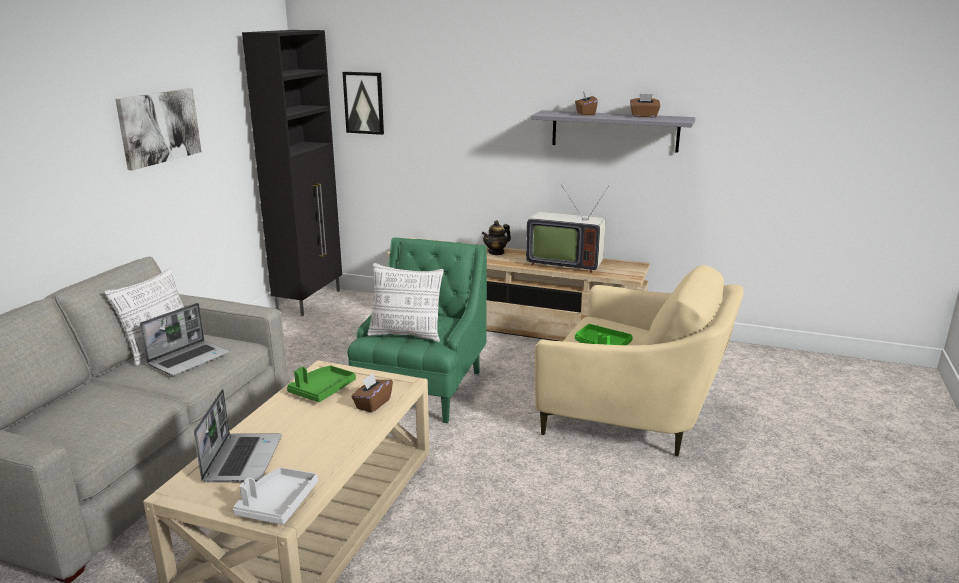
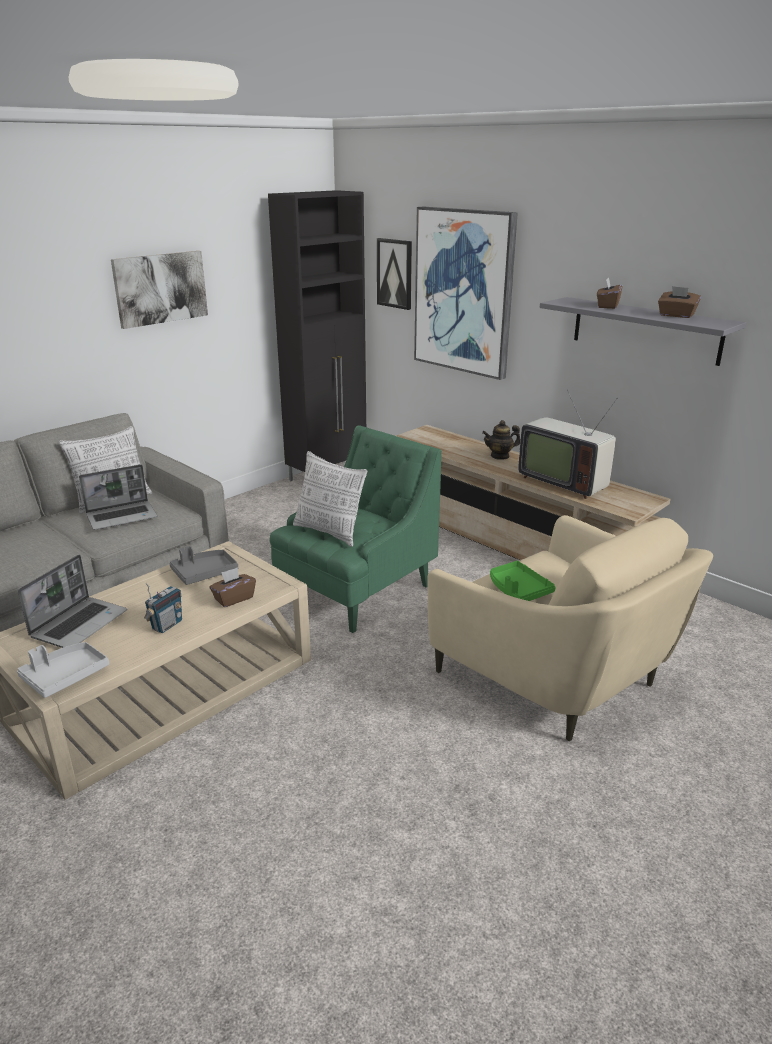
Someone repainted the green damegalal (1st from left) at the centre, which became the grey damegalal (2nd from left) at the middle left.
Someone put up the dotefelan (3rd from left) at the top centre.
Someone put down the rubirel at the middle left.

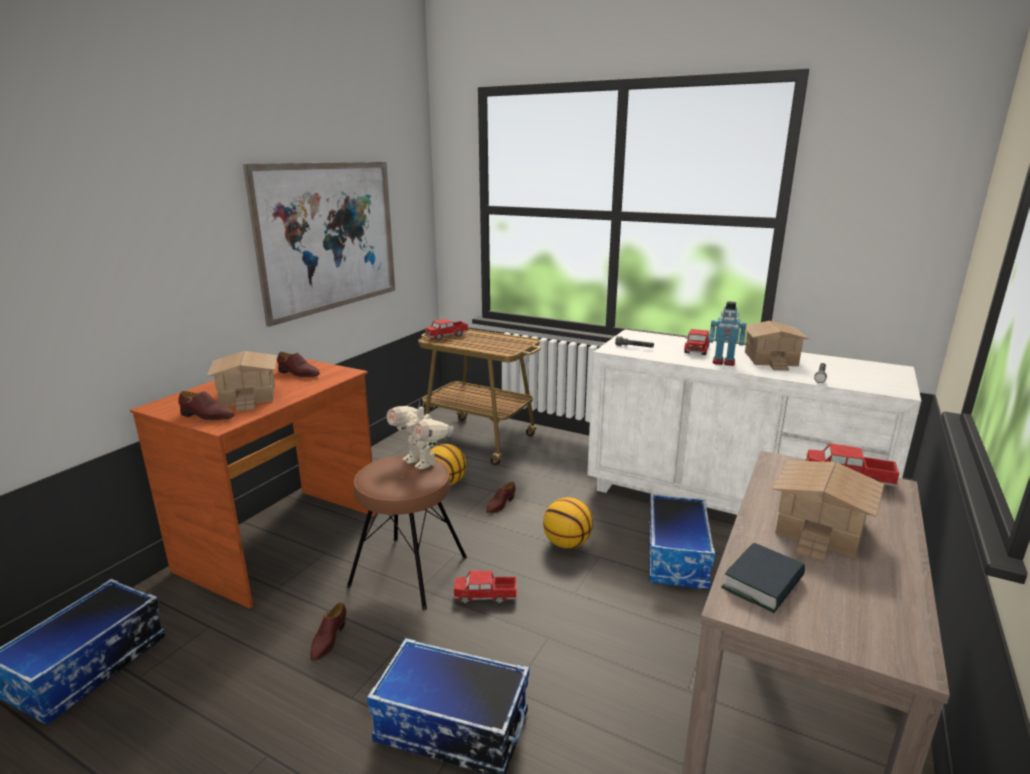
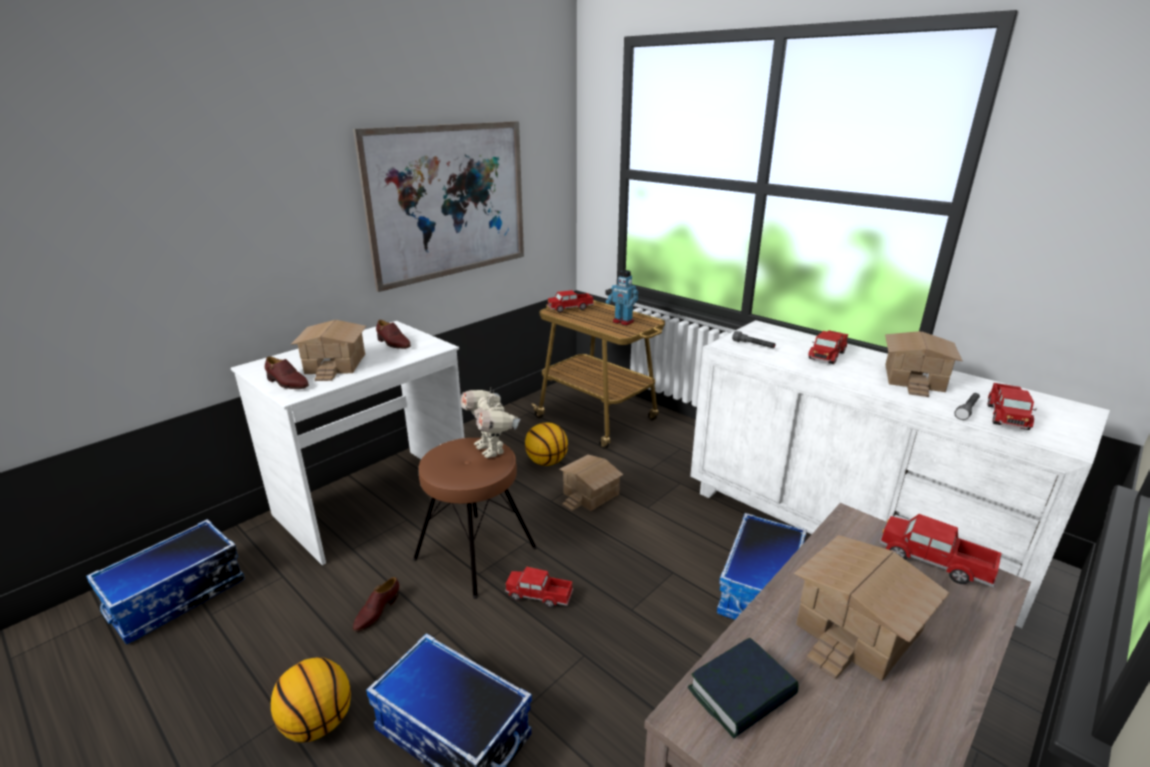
Someone carried the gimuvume (2nd from left) from the middle right to the centre.
Someone repainted the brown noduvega at the middle left, which became the white noduvega at the middle left.
Someone swapped the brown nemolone (4th from left) at the centre for the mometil (2nd from left) at the centre.
Someone carried the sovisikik (2nd from left in the first image) from the bottom centre to the bottom left.
Someone put down the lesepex (5th from left) at the middle right.

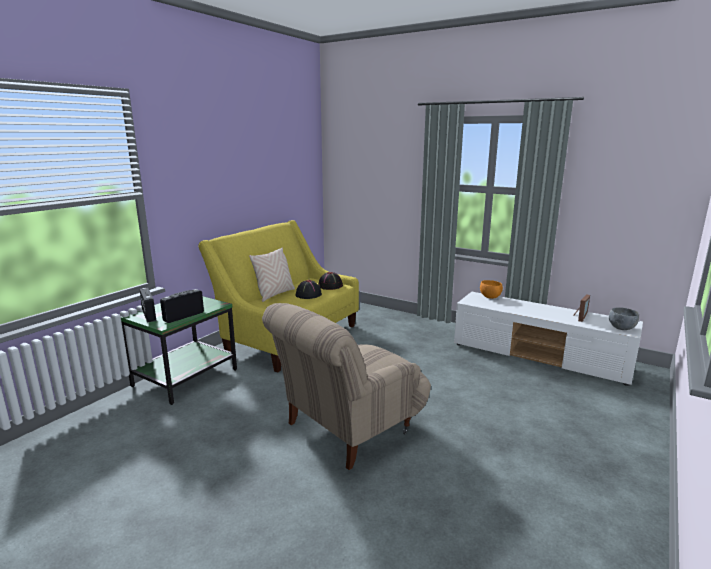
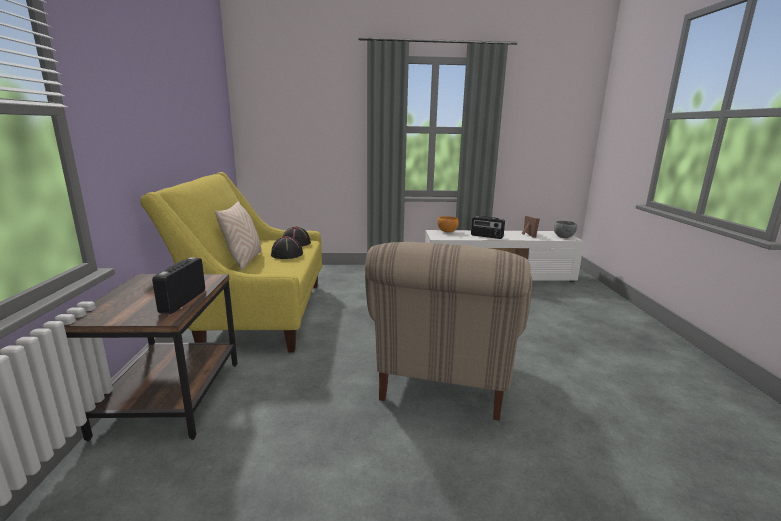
Someone carried the rubirel (1st from left in the first image) from the middle left to the centre.
Someone repainted the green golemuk at the middle left, which became the brown golemuk at the bottom left.

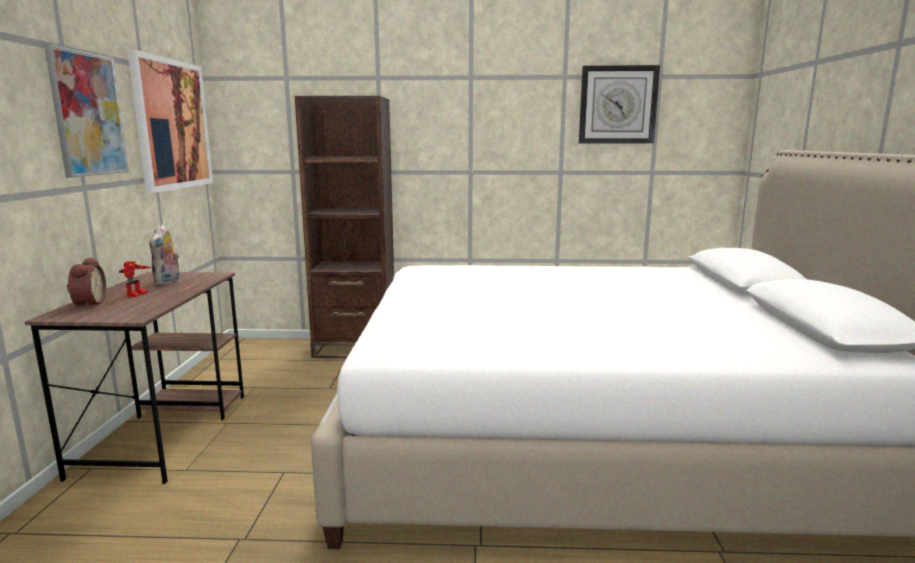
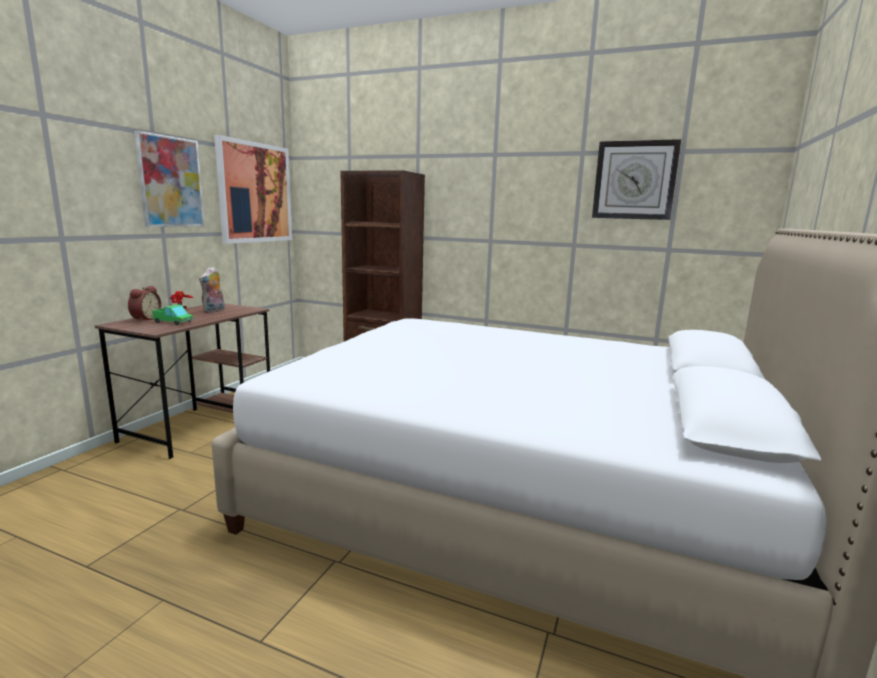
Someone put down the lesepex at the middle left.

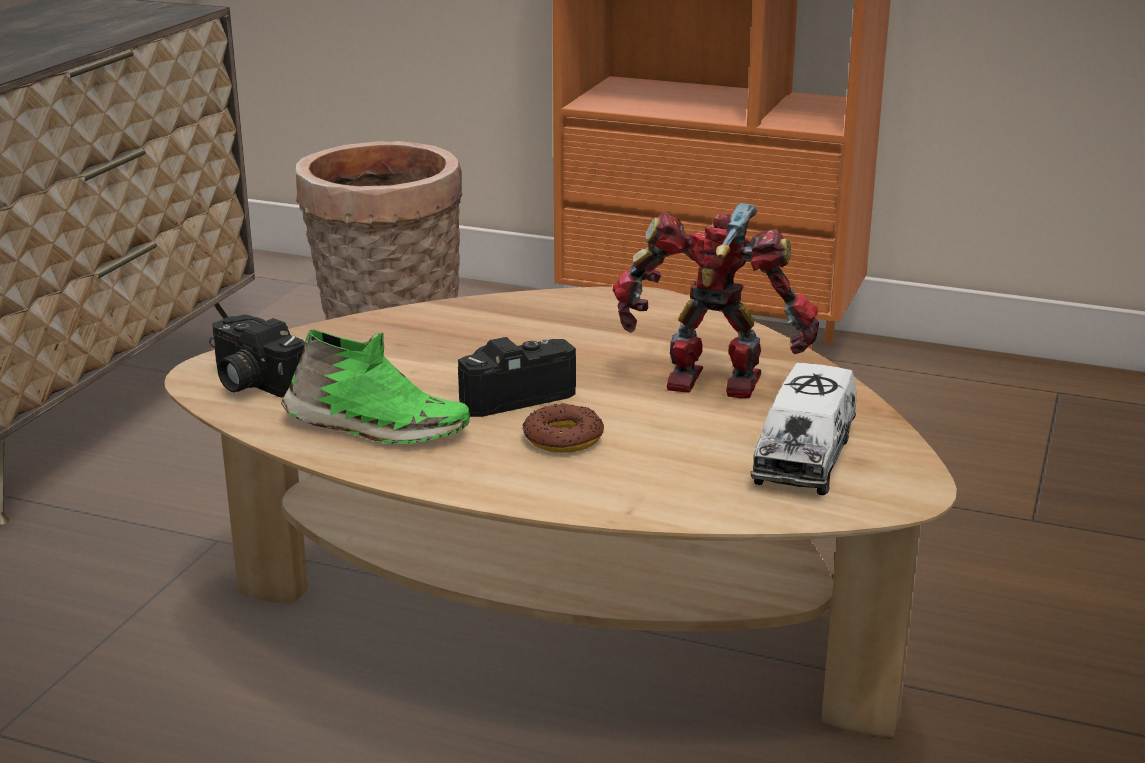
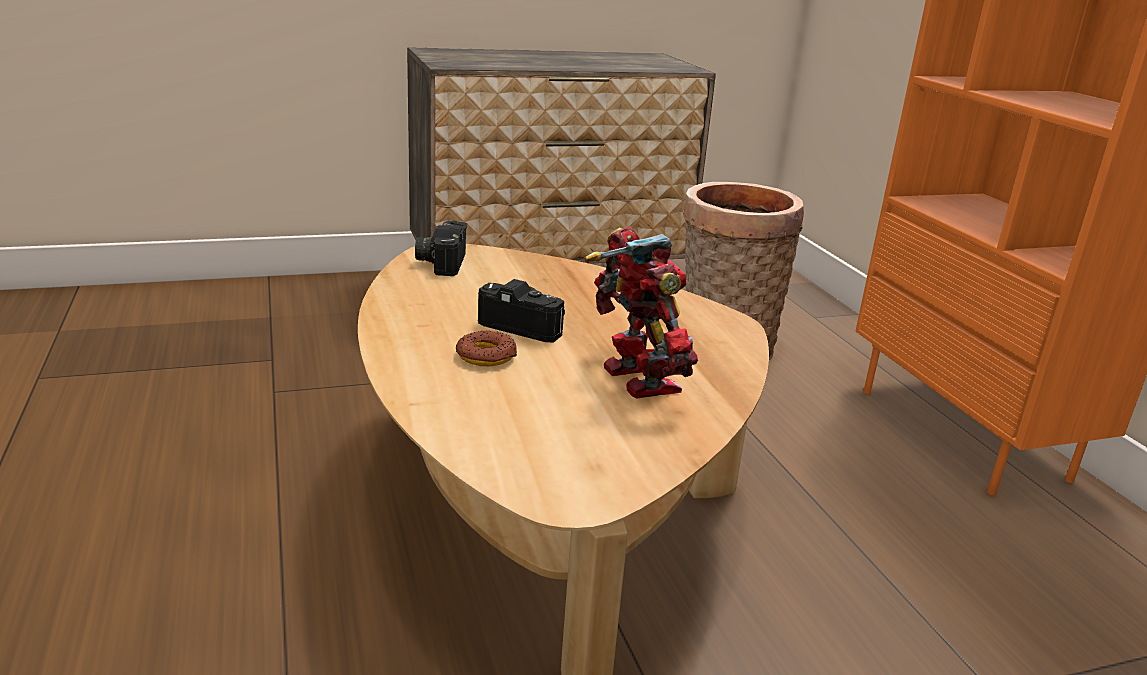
Someone took away the green nemolone at the middle left.
Someone took away the lesepex at the middle right.

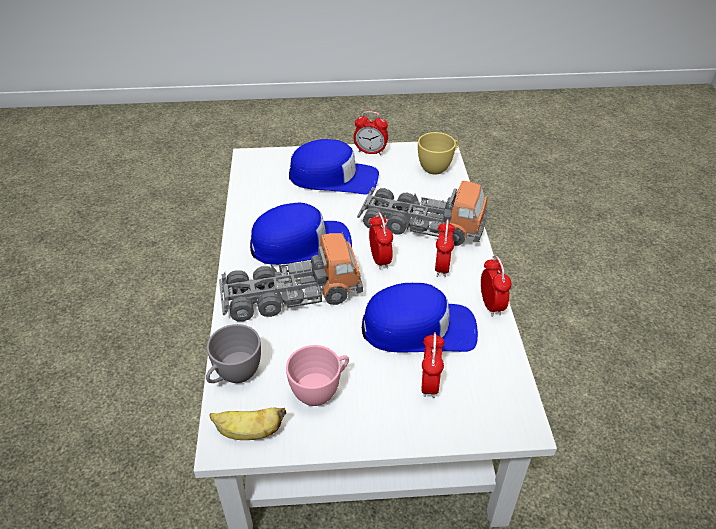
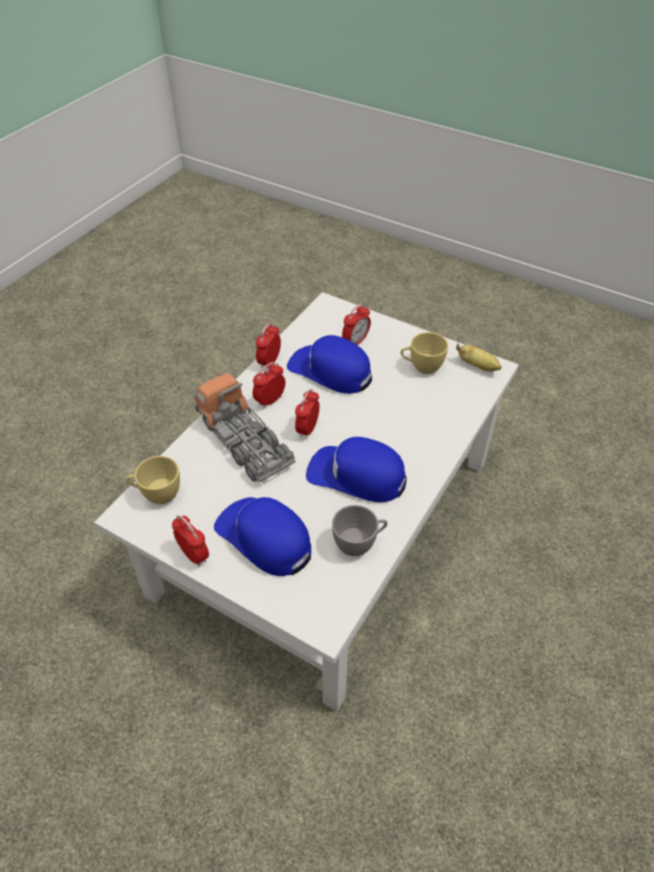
Someone took away the lesepex (1st from left) at the centre.
Someone carried the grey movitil from the bottom left to the centre.
Someone repainted the pink movitil at the bottom centre, which became the yellow movitil (2nd from left) at the centre.

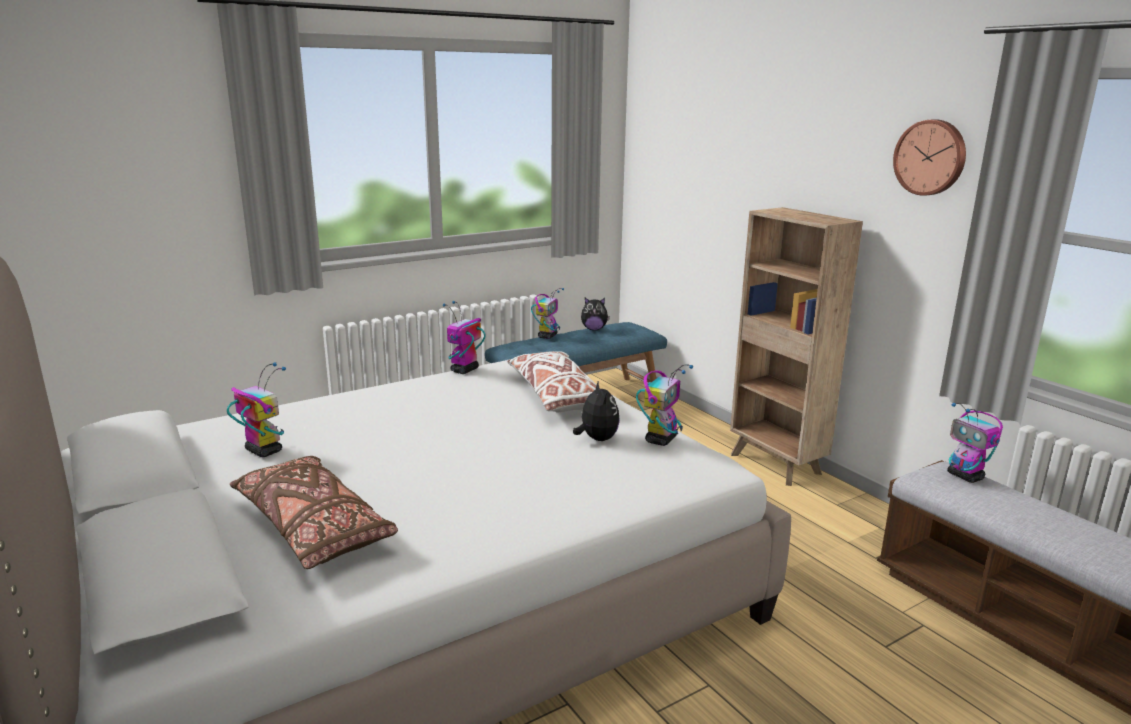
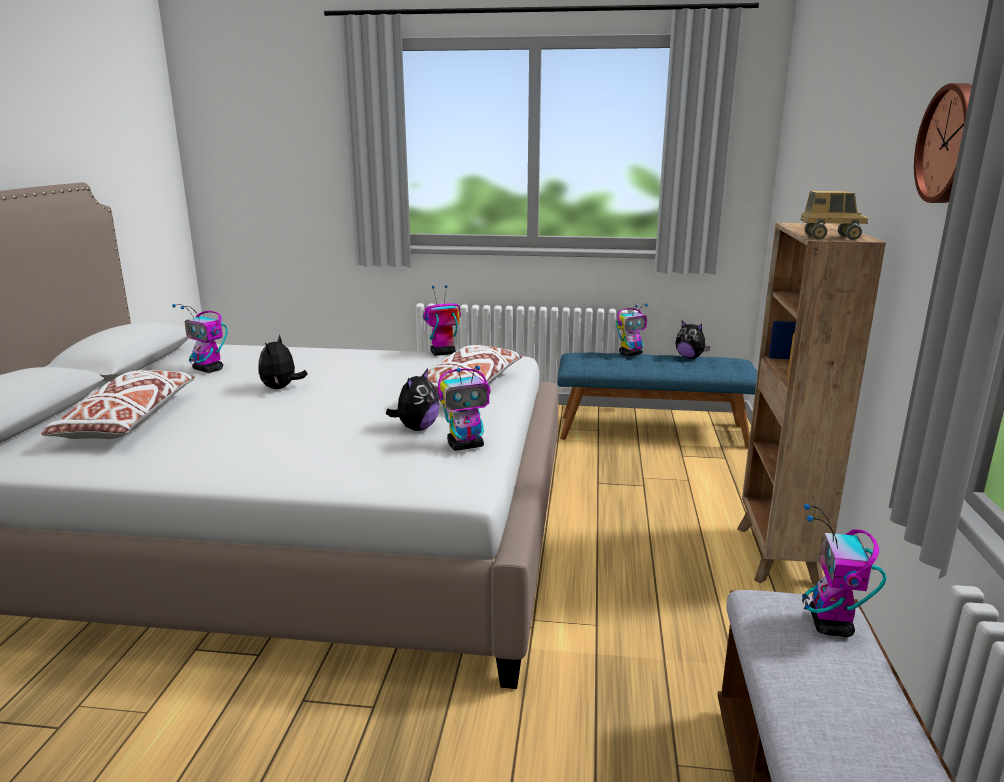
Someone rotated the gimuvume (1st from left) at the middle left by 135 degrees clockwise.
Someone repainted the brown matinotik at the bottom left, which became the white matinotik (1st from left) at the middle left.
Someone put down the lesepex at the top right.
Someone put down the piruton (1st from left) at the middle left.

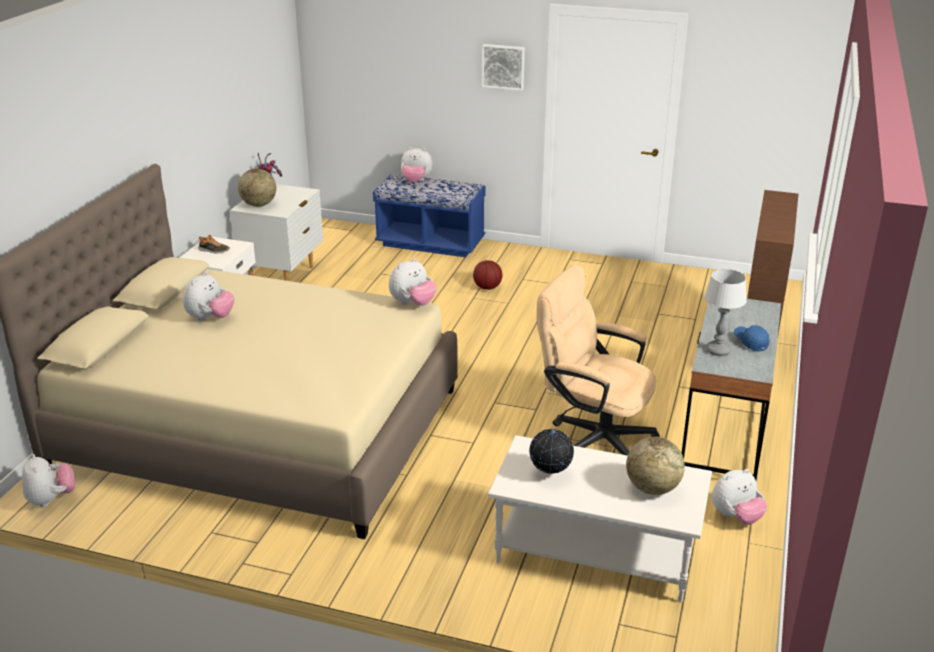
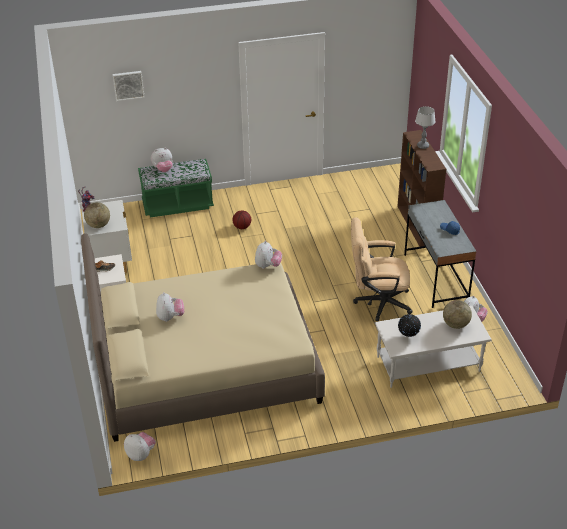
Someone carried the dotefelan from the top centre to the top left.
Someone repainted the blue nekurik at the top centre, which became the green nekurik at the middle left.
Someone carried the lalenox from the middle right to the top right.

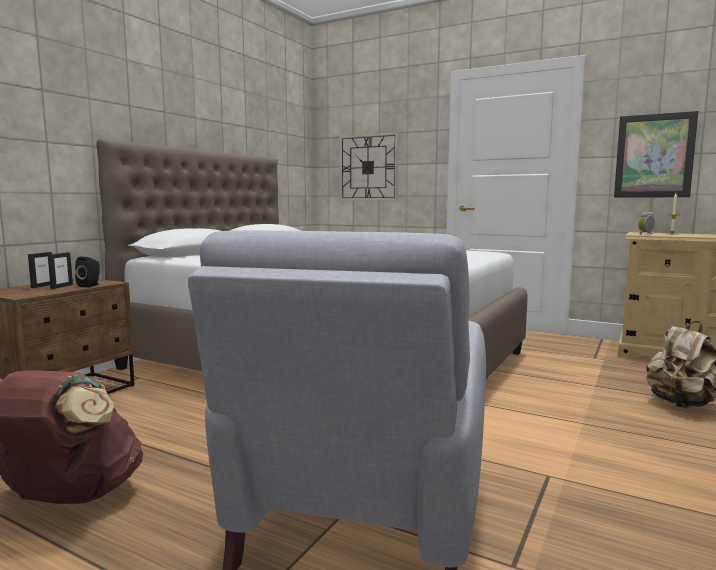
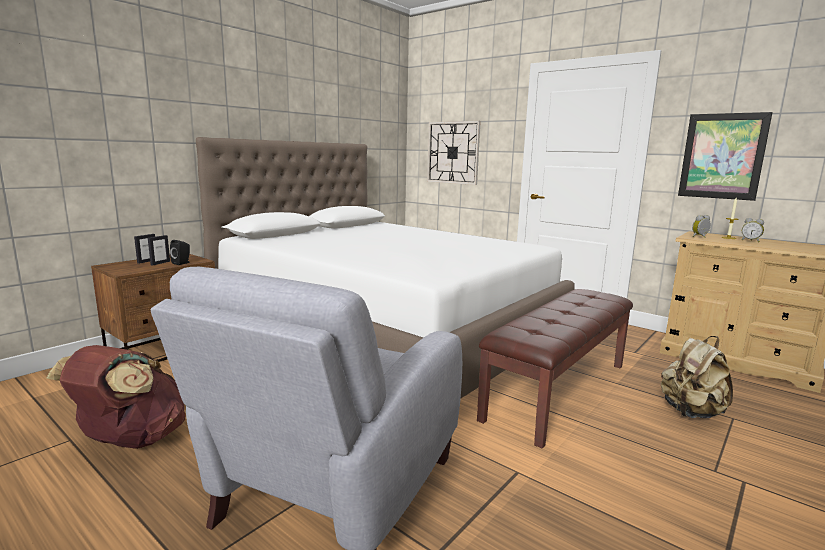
Someone put down the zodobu (2nd from left) at the middle right.
Someone put down the brown nekurik at the bottom right.

